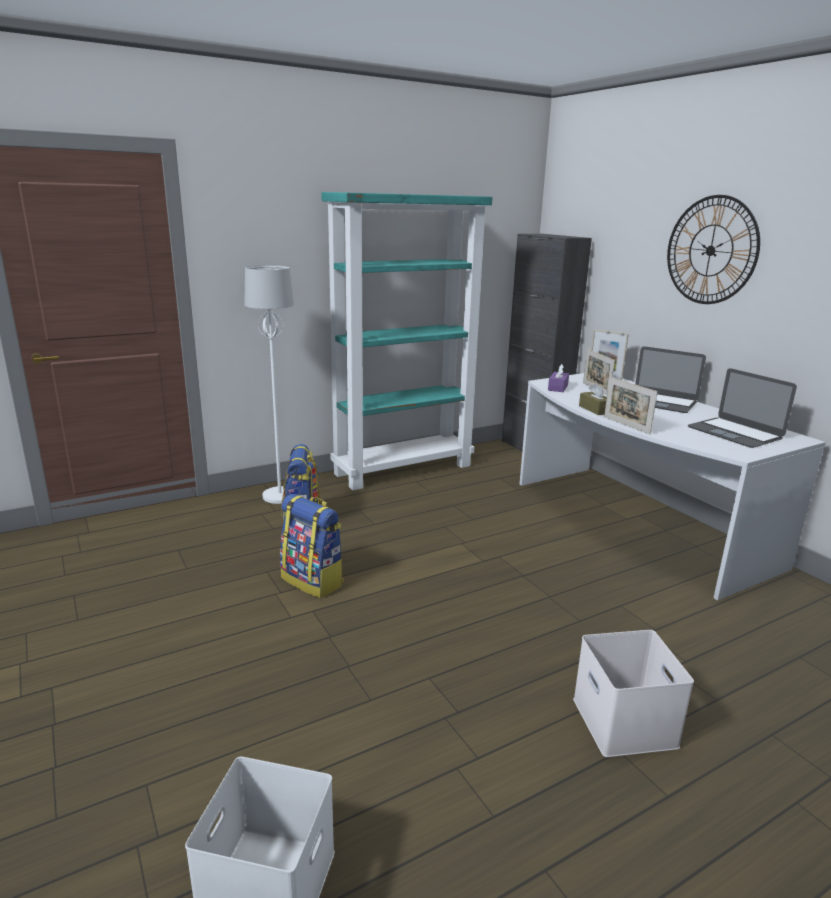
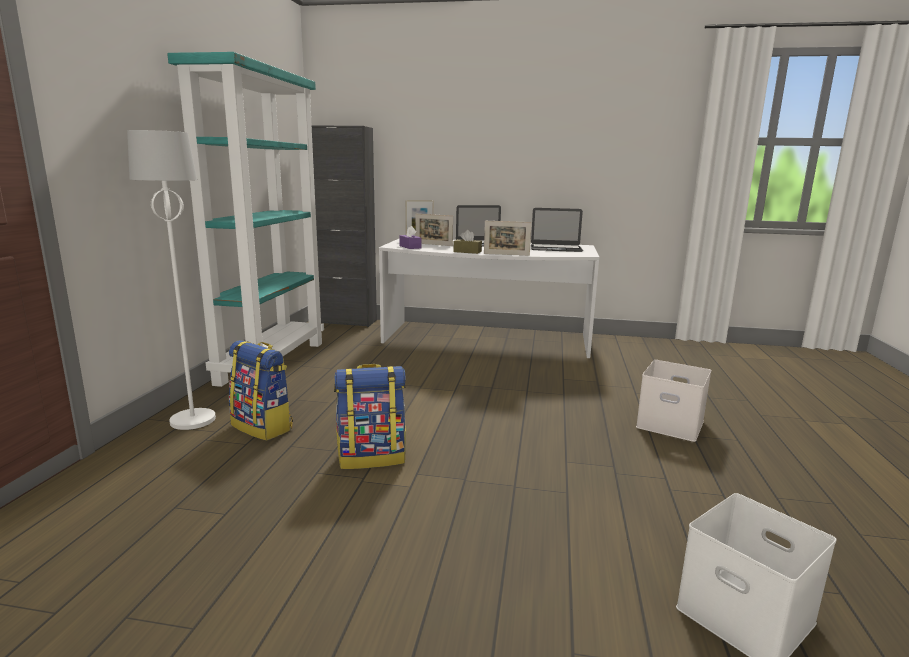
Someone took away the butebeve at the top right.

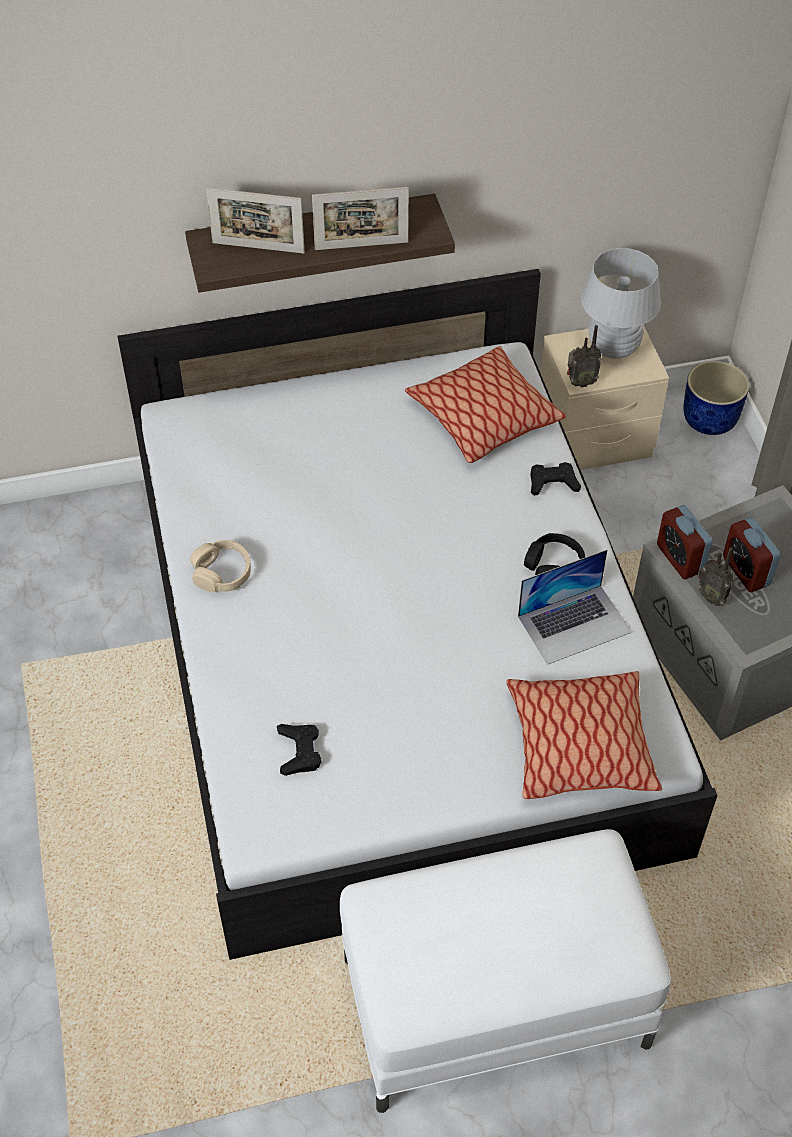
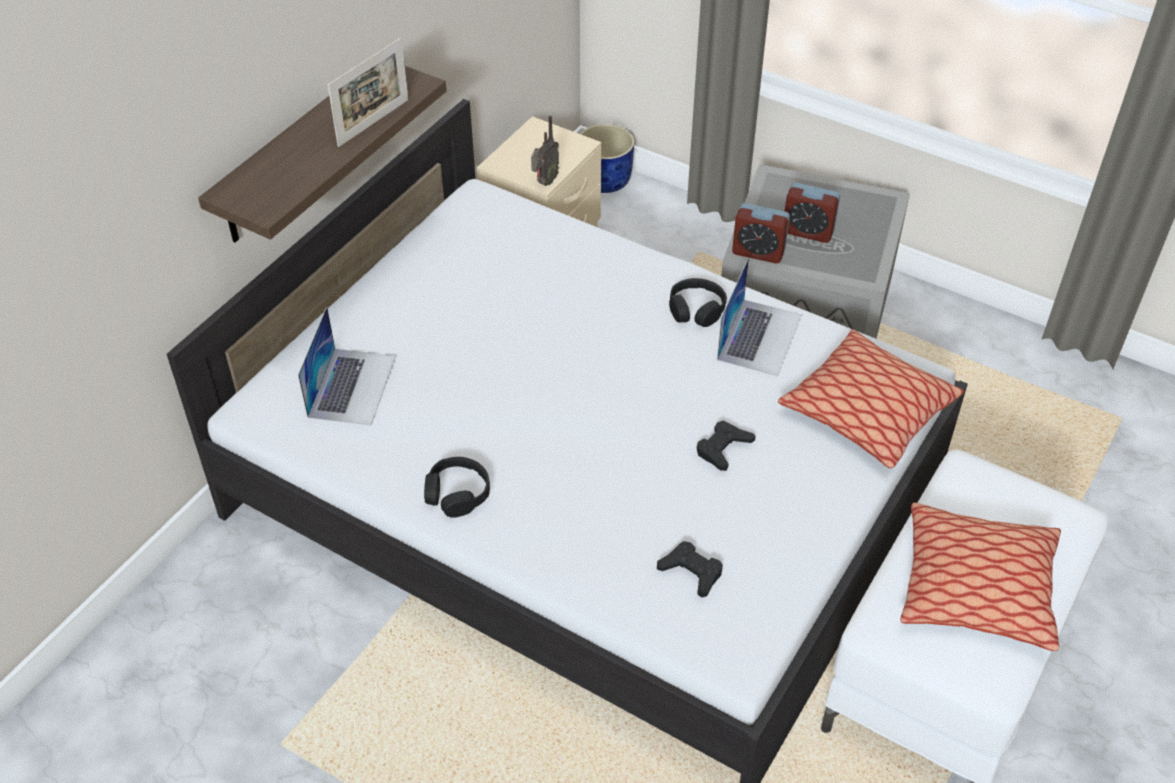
Someone took away the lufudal (1st from left) at the top left.
Someone took away the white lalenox at the top right.
Someone carried the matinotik (1st from left in the first image) from the centre to the bottom right.
Someone carried the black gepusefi (2nd from left) from the middle right to the centre.
Someone repainted the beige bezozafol at the middle left, which became the black bezozafol (1st from left) at the centre.
Someone took away the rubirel (2nd from left) at the middle right.
Someone put down the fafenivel (1st from left) at the middle left.

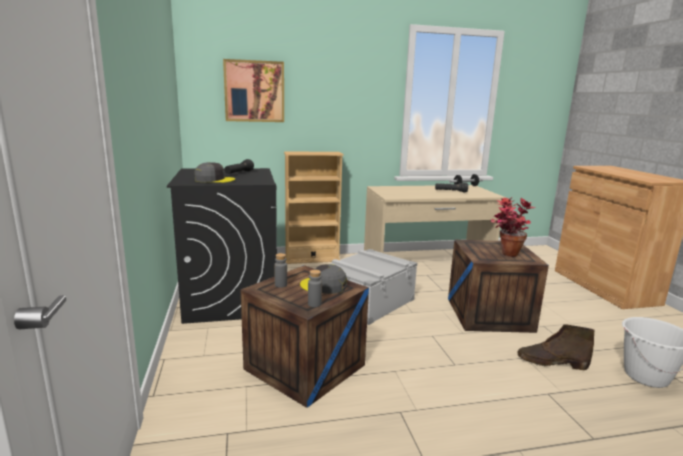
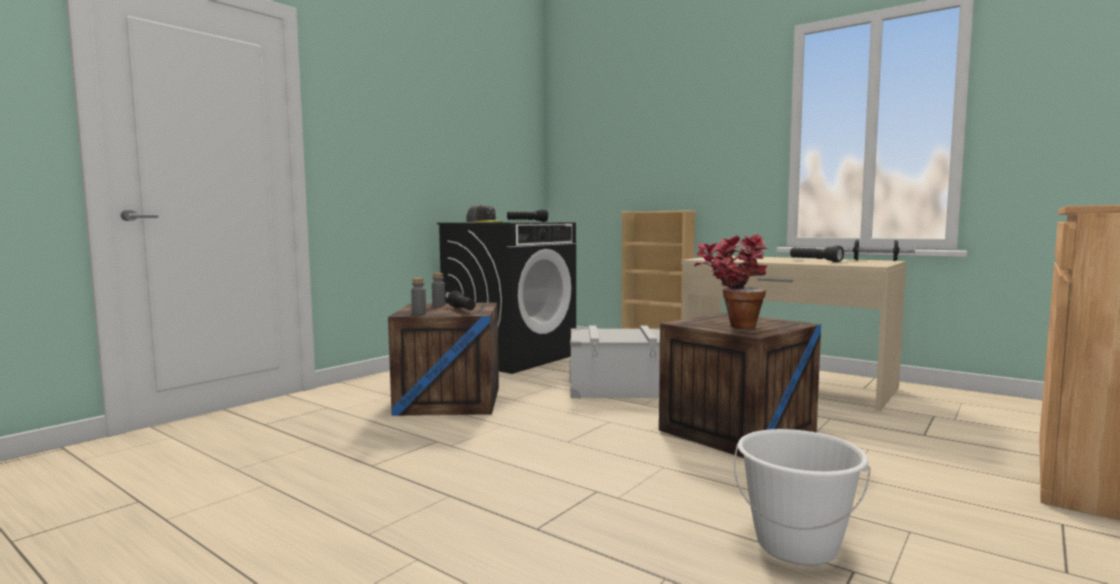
Someone took away the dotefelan at the top centre.
Someone swapped the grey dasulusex (2nd from left) at the centre for the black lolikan (1st from left) at the centre.
Someone took away the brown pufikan at the bottom right.

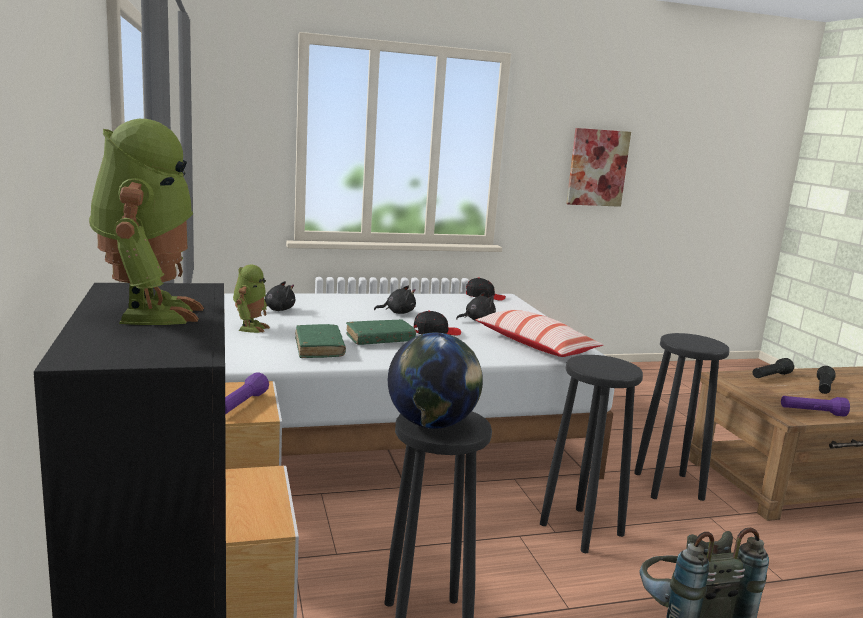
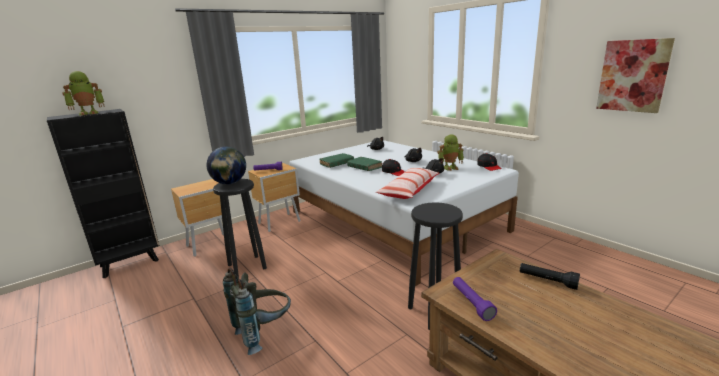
Someone carried the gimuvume (2nd from left) from the middle left to the centre.
Someone took away the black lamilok (2nd from left) at the bottom right.
Someone took away the black lolikan (2nd from left) at the middle right.

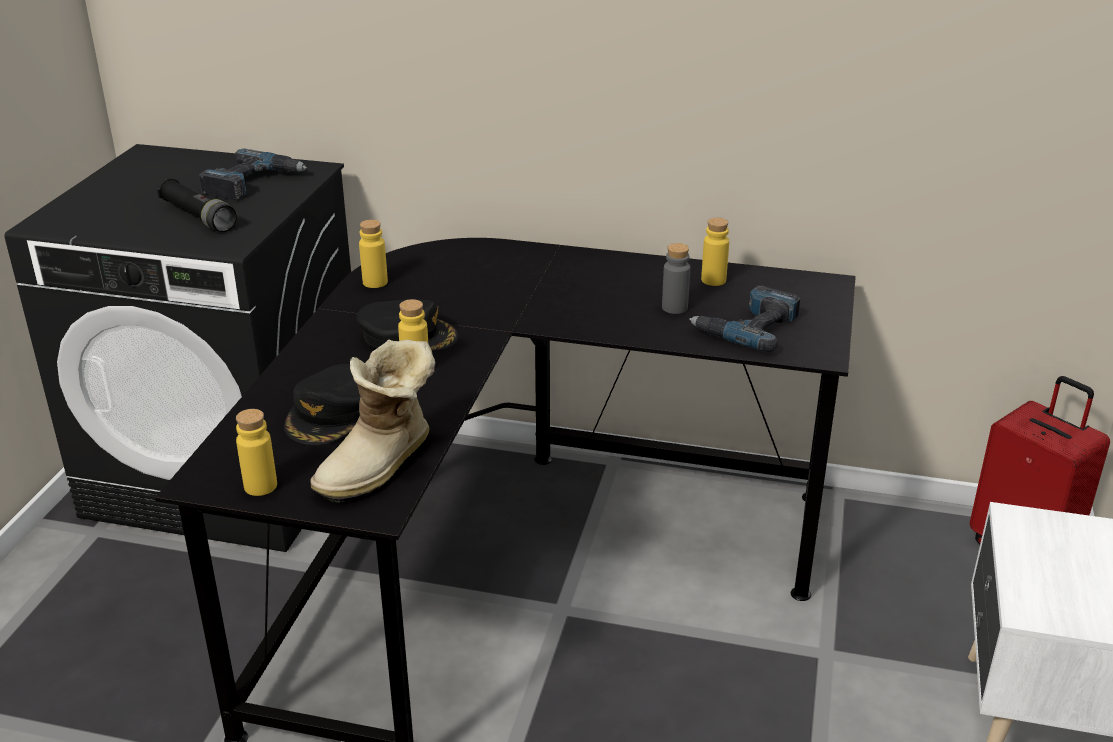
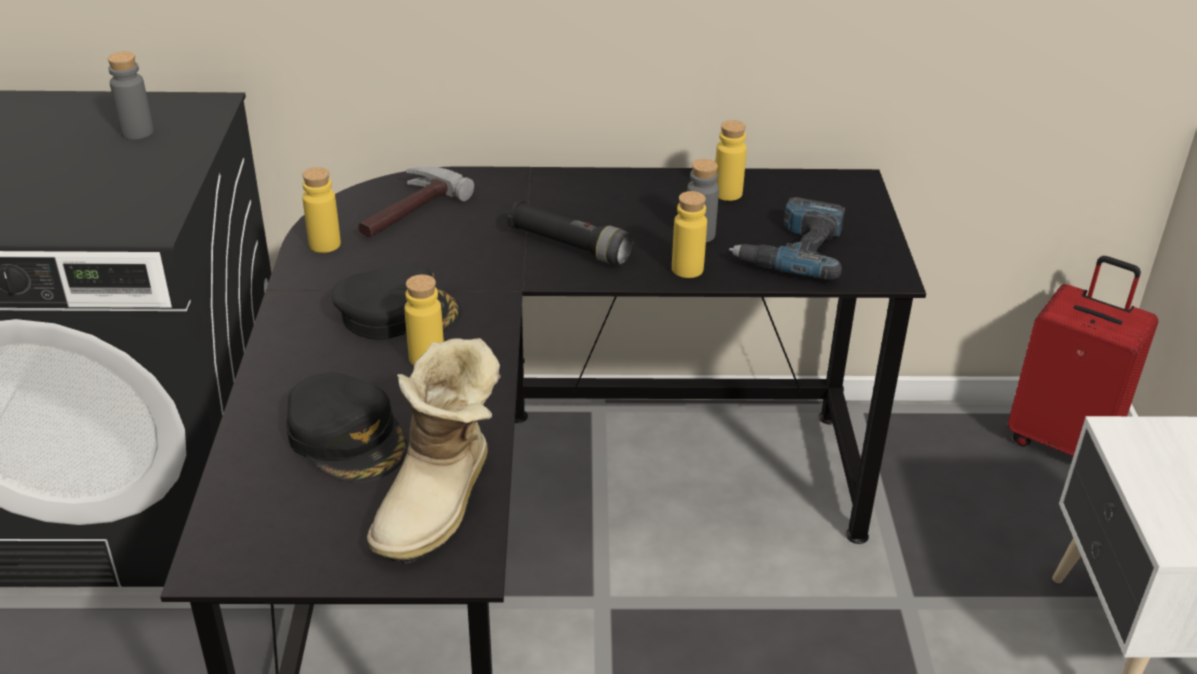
Someone swapped the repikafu (1st from left) at the top left for the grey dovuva (1st from left) at the top left.
Someone carried the black lolikan from the top left to the centre.
Someone rotated the black dasulusex (1st from left) at the middle left by 45 degrees counterclockwise.
Someone carried the yellow dovuva (1st from left in the first image) from the middle left to the centre.
Someone put down the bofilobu at the top centre.

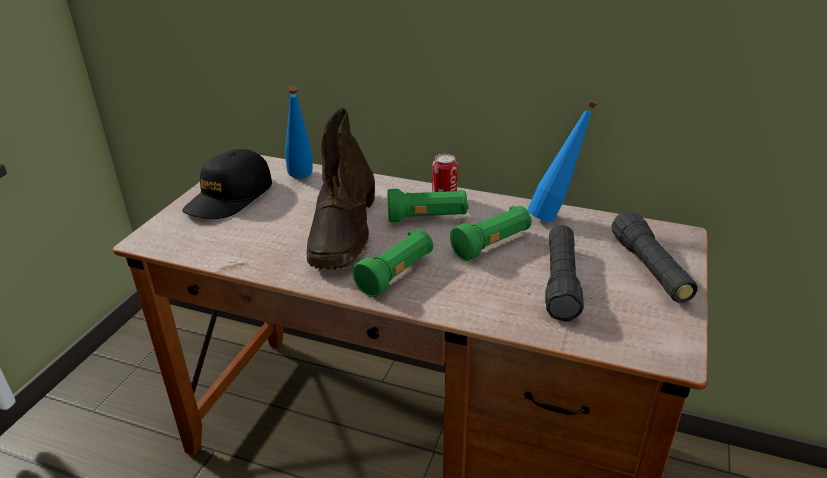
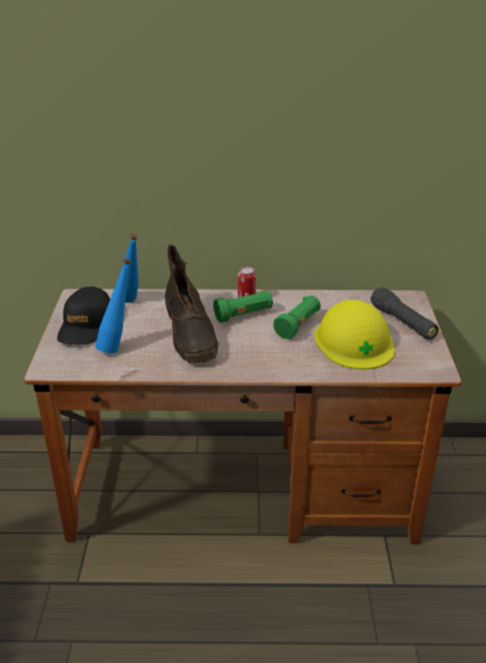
Someone carried the blue dovuva (2nd from left in the first image) from the middle right to the middle left.
Someone swapped the black lolikan (1st from left) at the middle right for the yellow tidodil at the middle right.
Someone took away the green lolikan (1st from left) at the centre.

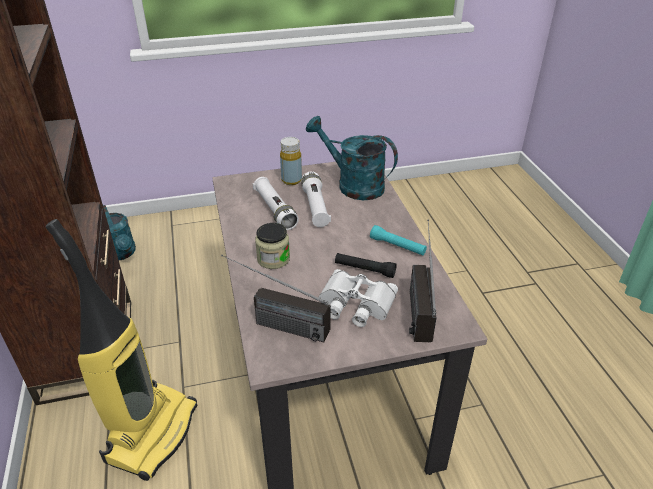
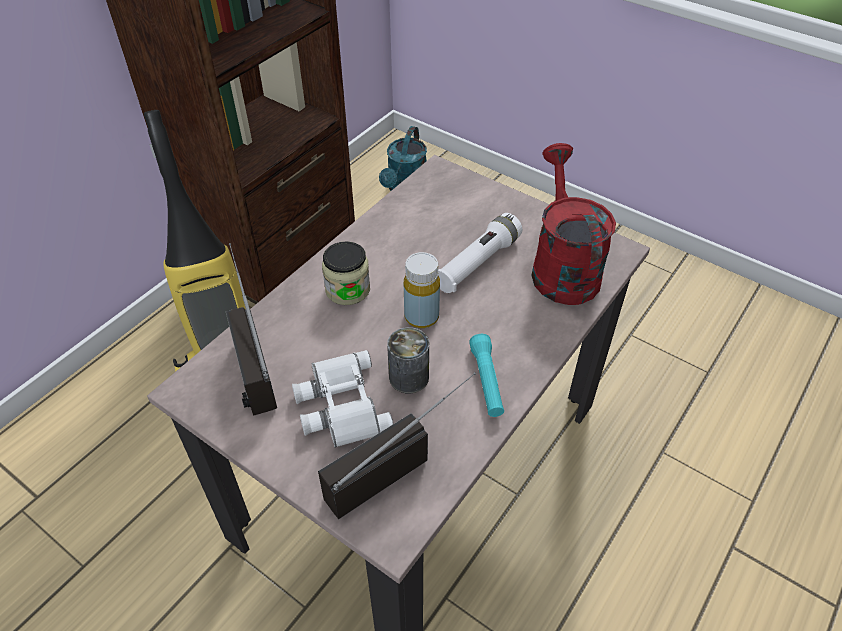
Someone repainted the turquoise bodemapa (2nd from left) at the top centre, which became the red bodemapa at the middle right.
Someone carried the yellow dovuva from the top centre to the centre.
Someone took away the white lolikan (1st from left) at the centre.
Someone swapped the black lolikan at the centre for the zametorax at the centre.

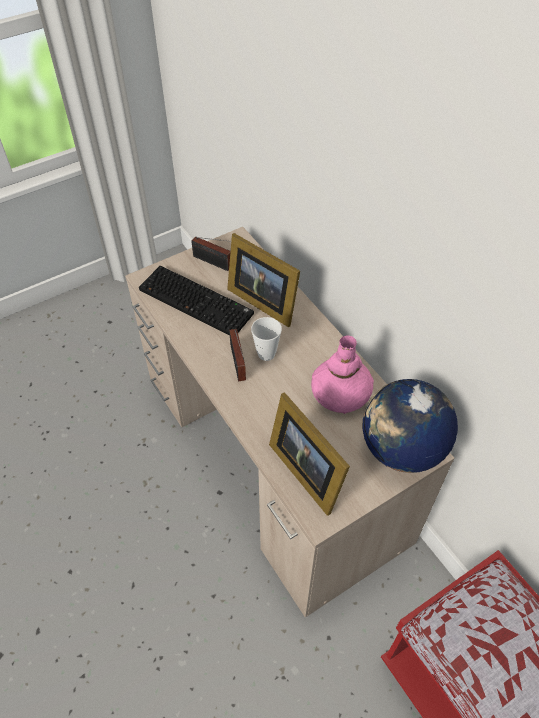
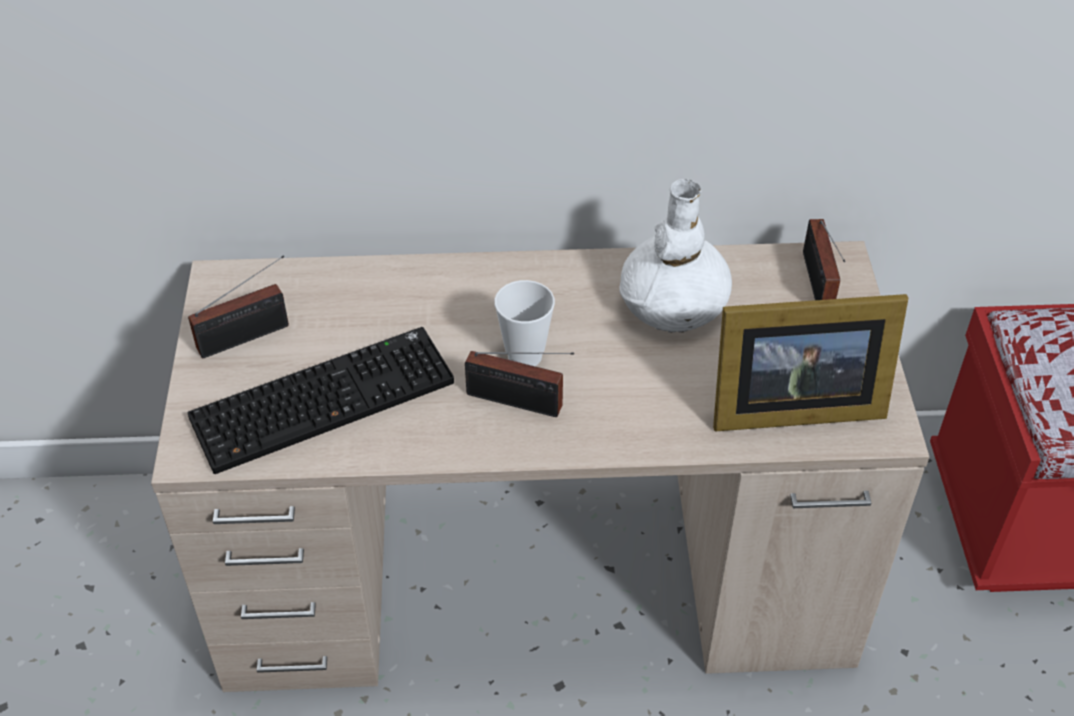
Someone took away the lufudal (1st from left) at the centre.
Someone repainted the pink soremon at the centre, which became the white soremon at the centre.
Someone swapped the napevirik at the middle right for the rubirel (3rd from left) at the middle right.

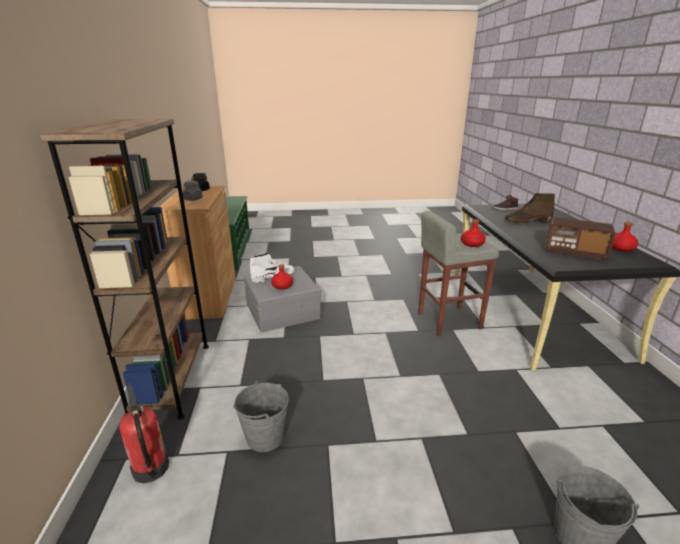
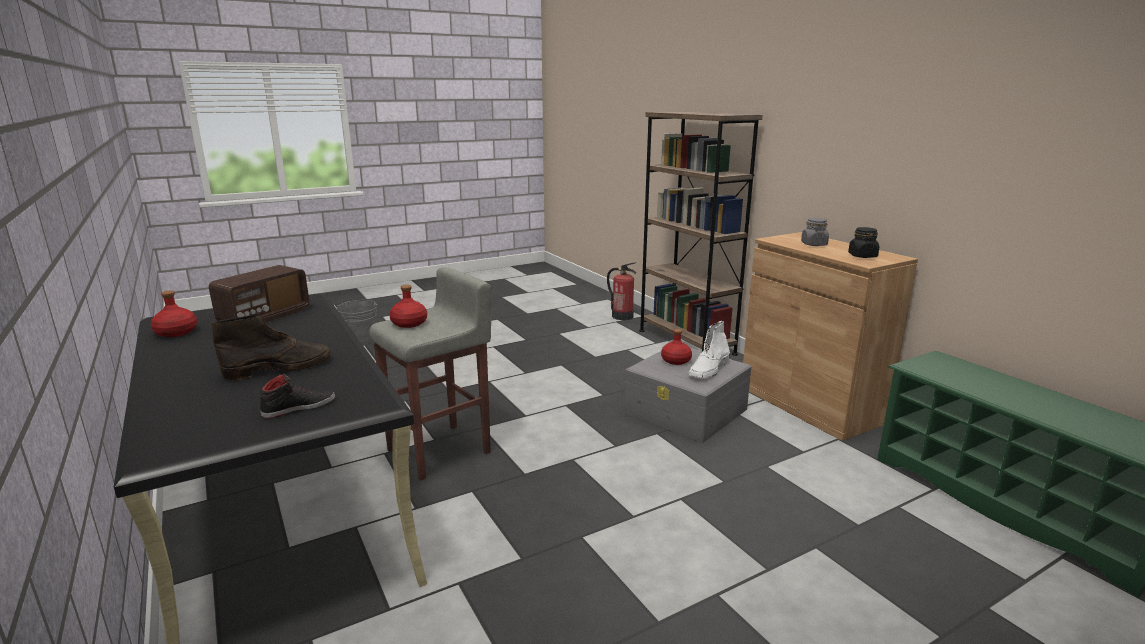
Someone rotated the rubirel at the middle right by 120 degrees clockwise.
Someone took away the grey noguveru (1st from left) at the bottom centre.

